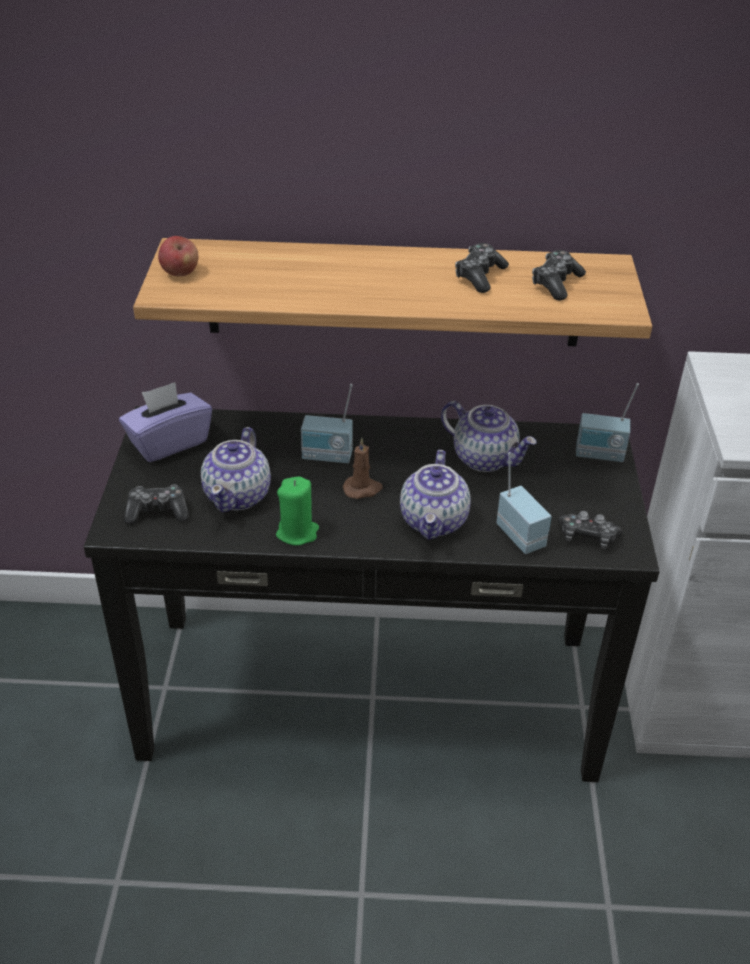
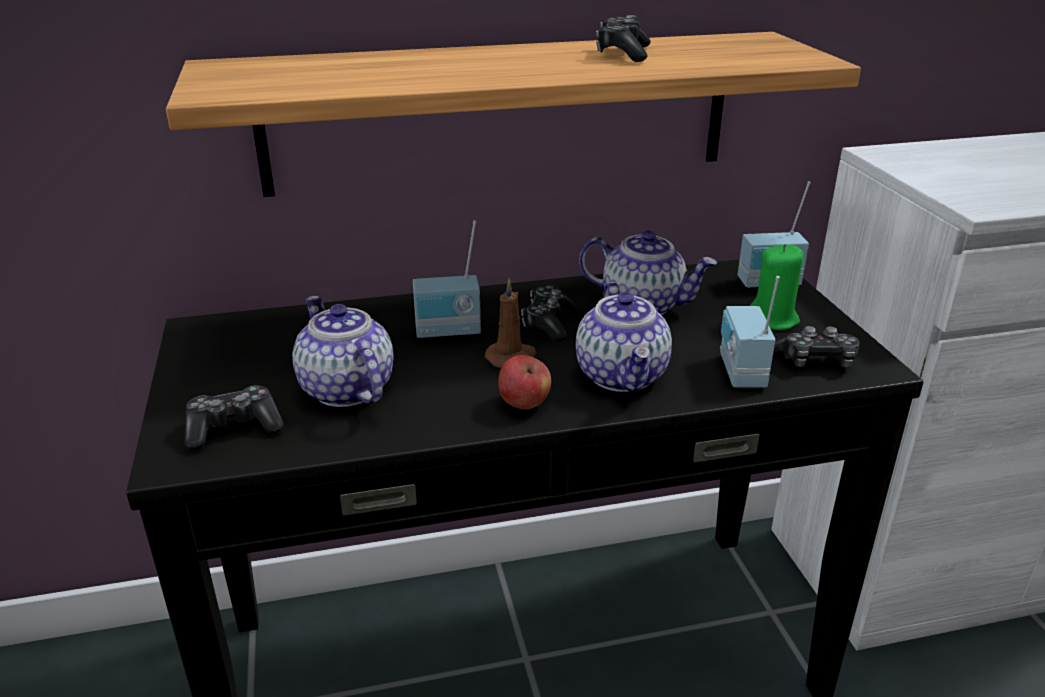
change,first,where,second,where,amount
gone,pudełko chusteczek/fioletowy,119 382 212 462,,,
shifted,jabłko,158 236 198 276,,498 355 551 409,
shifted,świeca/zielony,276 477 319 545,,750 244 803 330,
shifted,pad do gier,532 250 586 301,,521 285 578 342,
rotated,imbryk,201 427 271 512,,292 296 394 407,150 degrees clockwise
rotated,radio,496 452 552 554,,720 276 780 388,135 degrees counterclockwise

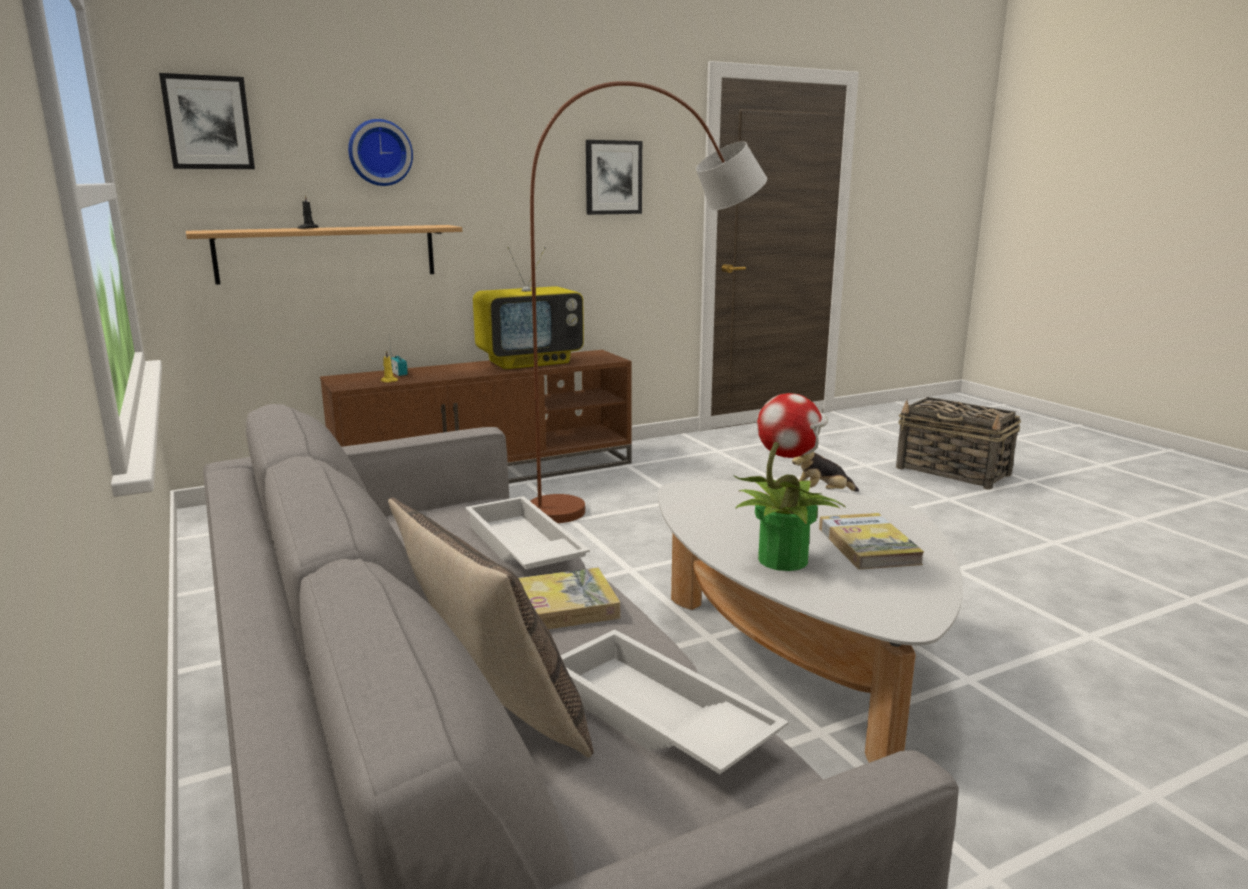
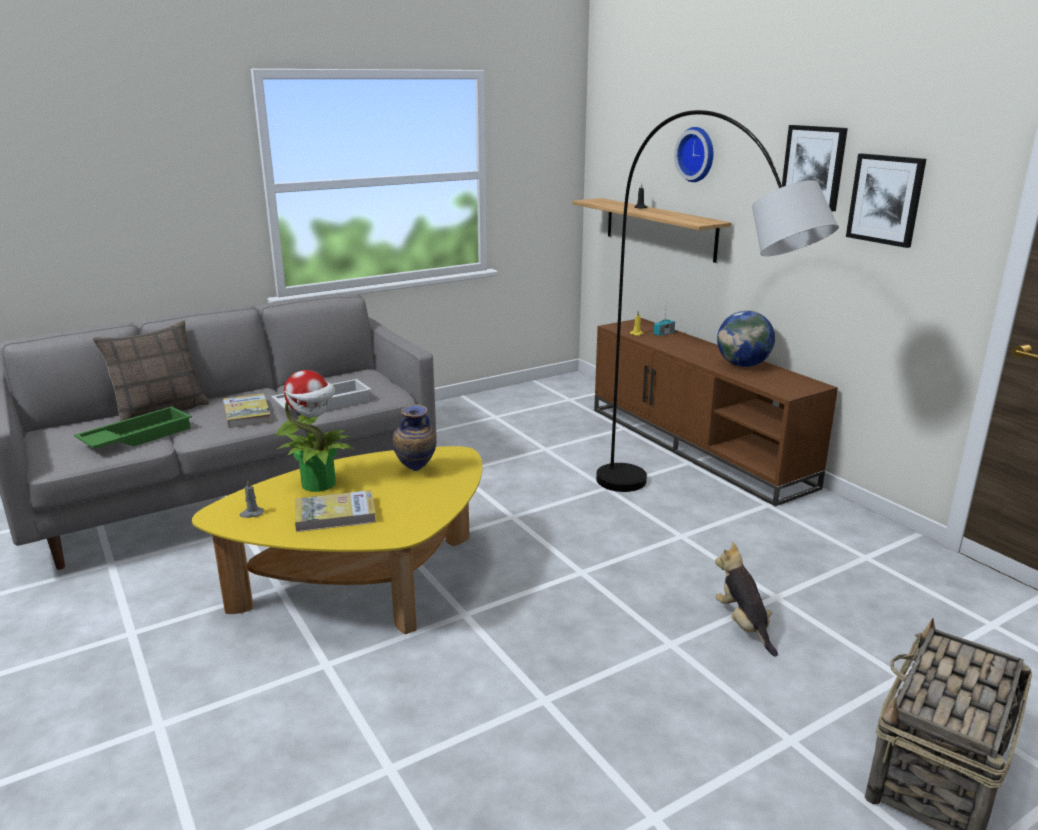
change,first,where,second,where,amount
new,,,świeca/szary,239 481 264 518,
new,,,wazon,393 404 436 471,
shifted,obraz,159 73 255 169,,782 125 848 211,
swapped,telewizor,473 247 584 369,globus,717 311 775 367,
repainted,lampa stojąca/brązowy,530 81 767 523,lampa stojąca/szary,596 110 839 492,
repainted,taca/biały,560 629 788 774,taca/zielony,74 406 192 449,
repainted,ława/biały,658 480 963 763,ława/żółty,192 446 482 634,

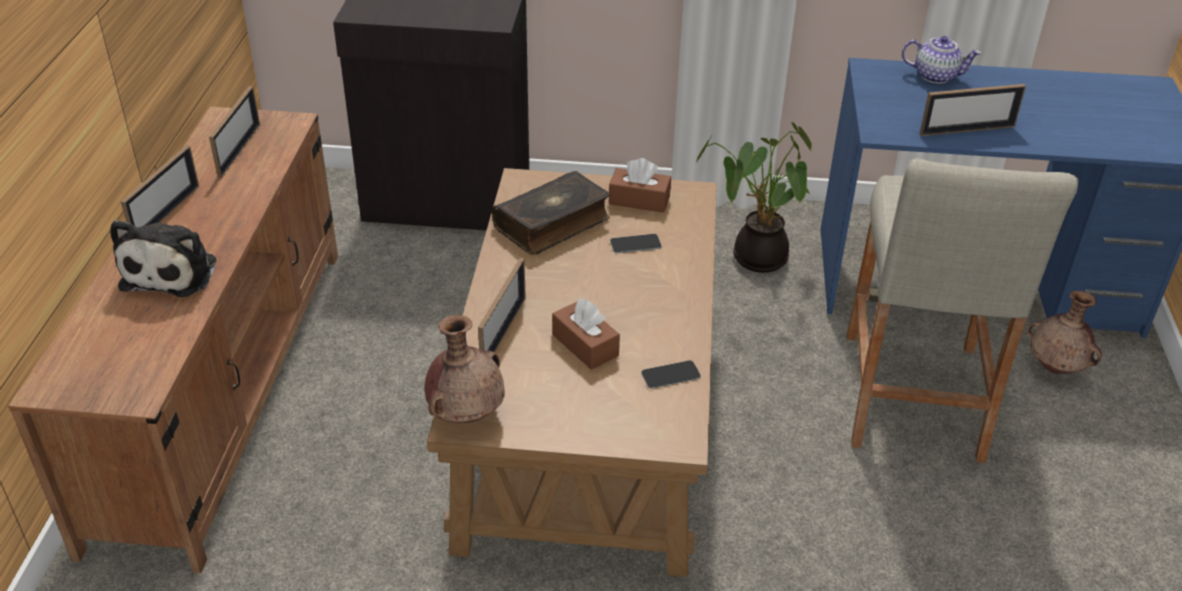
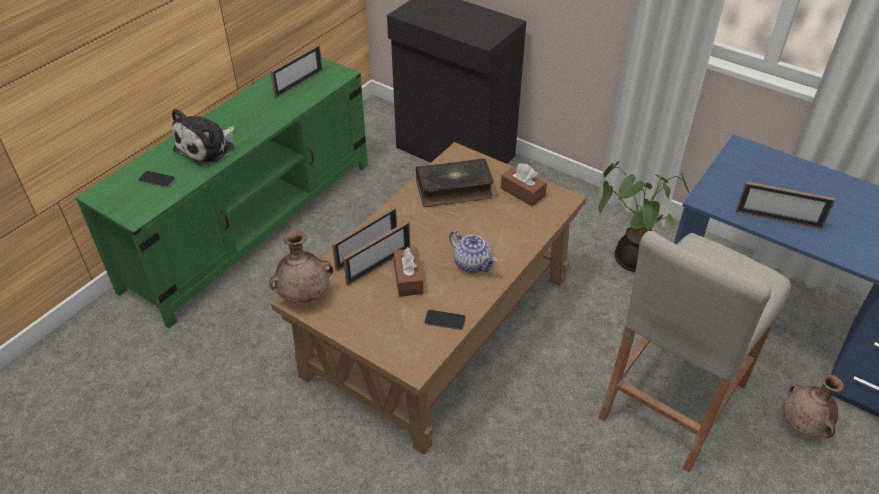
change,first,where,second,where,amount
shifted,ramka na zdjęcie,121 145 199 228,,343 221 410 286,
shifted,telefon,610 234 662 253,,138 171 176 188,
shifted,imbryk,902 36 981 84,,449 230 497 273,
repainted,szafka pod telewizor/brązowy,8 107 338 573,szafka pod telewizor/zielony,75 57 368 328,

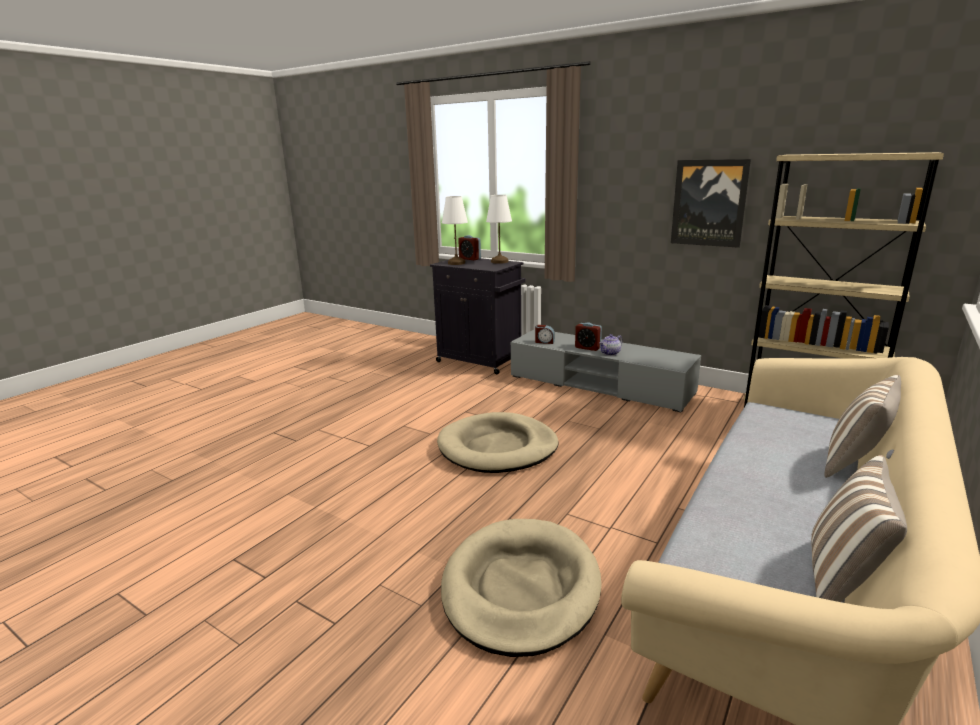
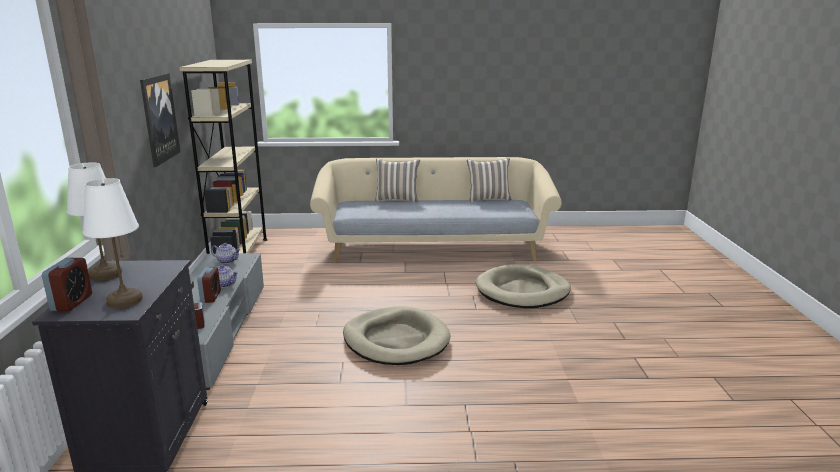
change,first,where,second,where,amount
new,,,imbryk,211 243 241 264,

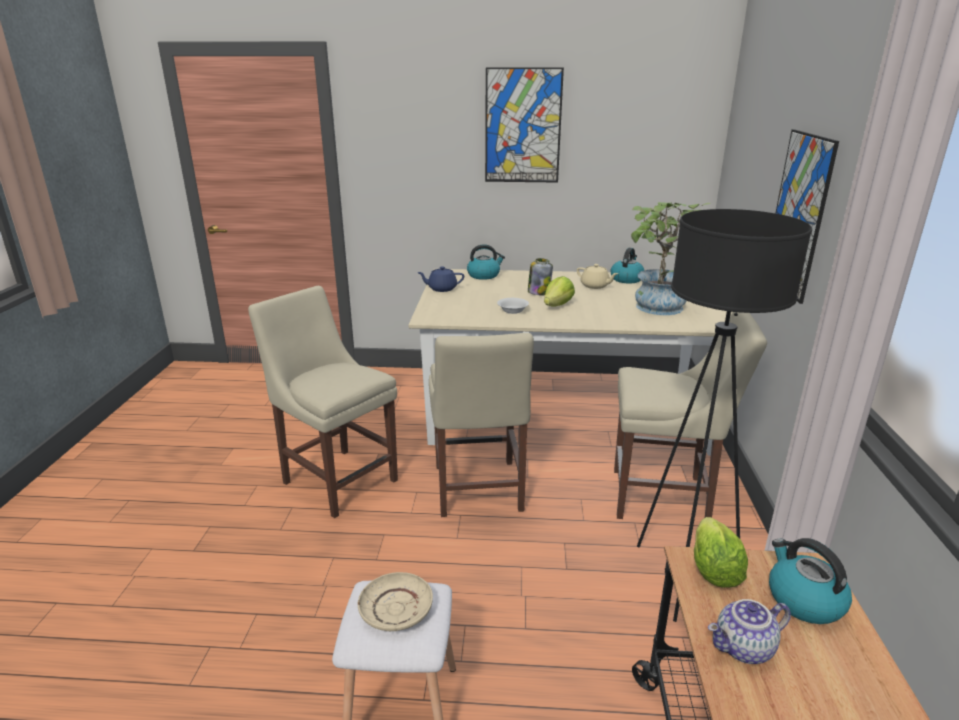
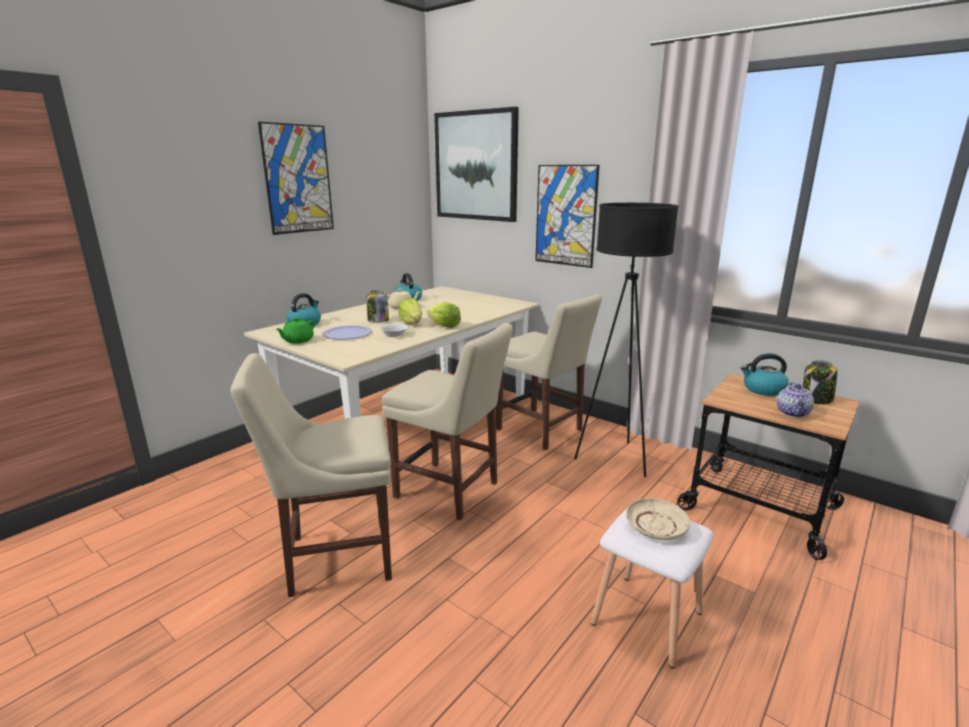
change,first,where,second,where,amount
gone,roślina doniczkowa,631 202 711 315,,,
new,,,talerz,323 325 372 340,
new,,,obraz,434 107 519 222,
new,,,słoik,803 360 838 404,
shifted,sałata,694 517 748 588,,427 302 461 328,
repainted,imbryk/niebieski,417 266 464 292,imbryk/zielony,276 318 315 344,
rotated,krzesło/beżowy,614 312 767 519,,496 294 602 450,90 degrees clockwise

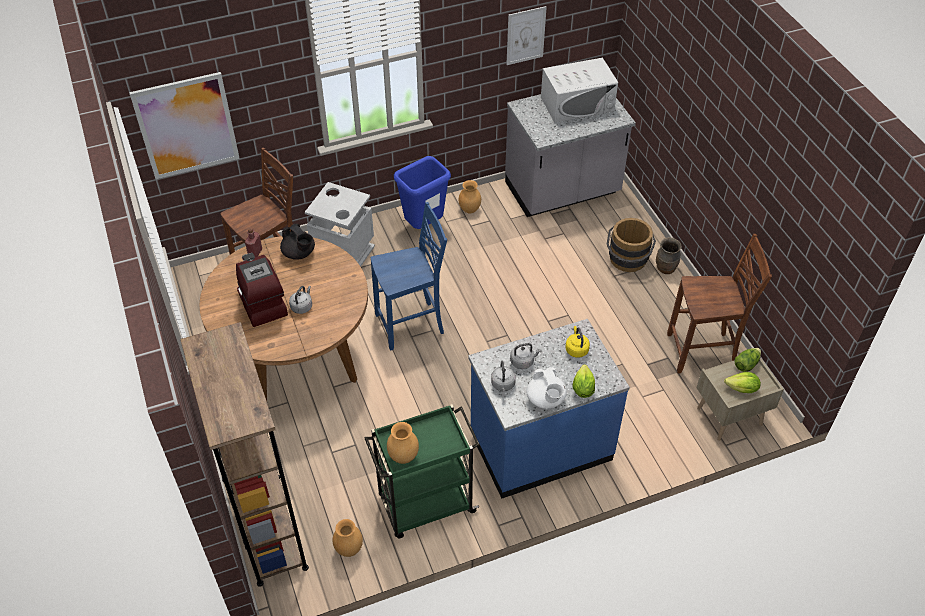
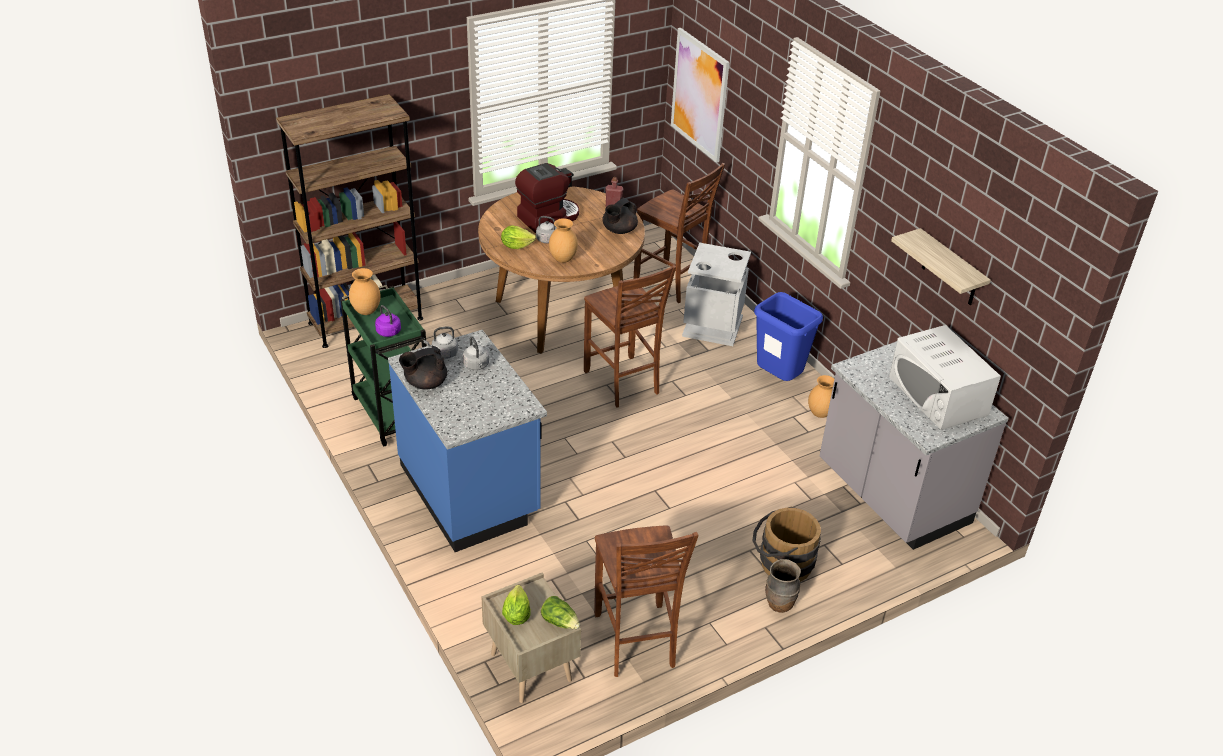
change,first,where,second,where,amount
gone,czajnik/żółty,565 326 590 358,,,
new,,,czajnik/fioletowy,375 305 401 337,
shifted,wazon/brązowy,333 519 363 557,,549 218 578 263,
shifted,sałata,572 364 595 398,,501 226 536 249,
swapped,obraz,506 6 547 65,półka,891 228 991 305,
repainted,krzesło/niebieski,371 202 447 351,krzesło/brązowy,584 265 676 408,
repainted,imbryk/biały,527 367 567 409,imbryk/czarny,399 346 447 389,

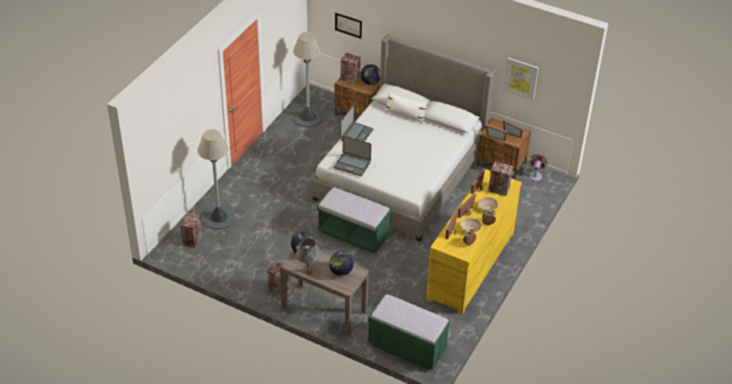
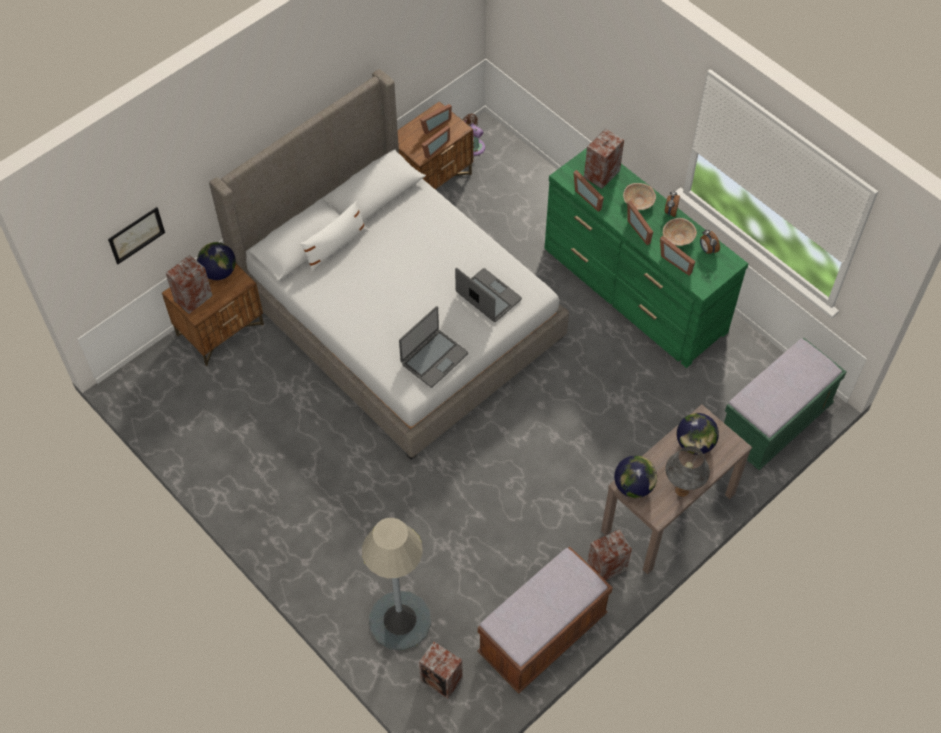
change,first,where,second,where,amount
gone,lampa stojąca/szary,293 32 323 128,,,
gone,ławka/zielony,317 186 392 253,,,
gone,obraz,503 58 539 100,,,
new,,,ławka/brązowy,477 546 613 693,
shifted,laptop,340 105 373 142,,455 268 522 322,
repainted,komoda/żółty,427 169 522 314,komoda/zielony,545 148 748 368,

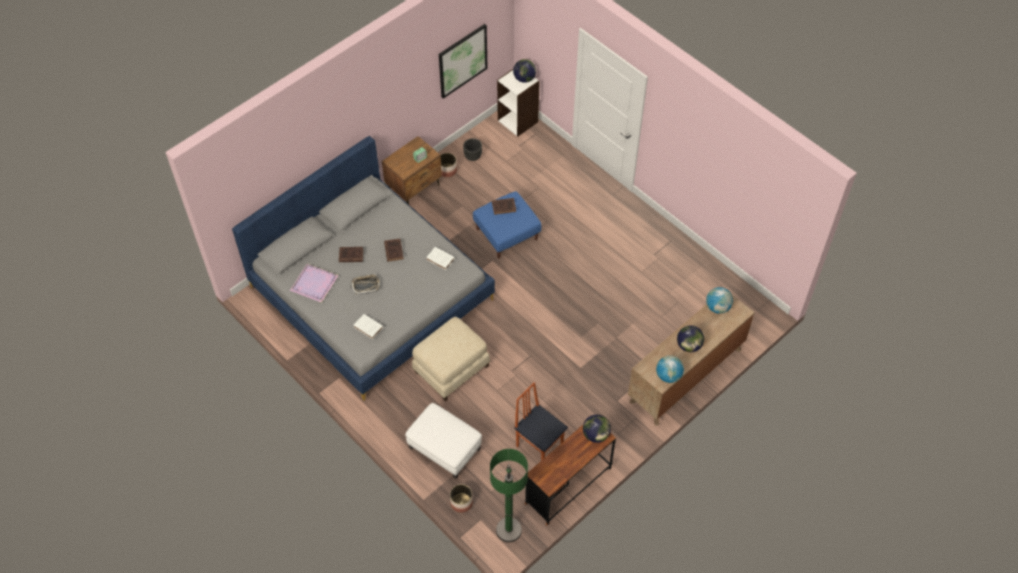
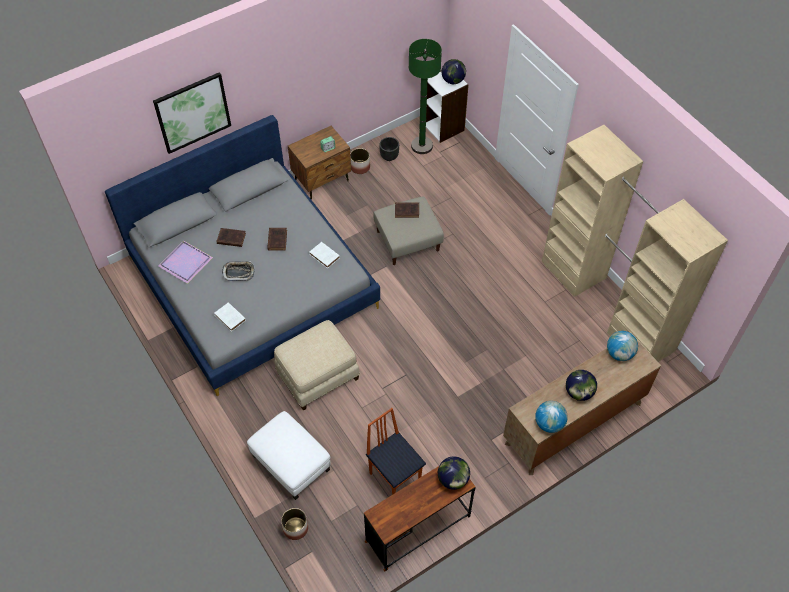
change,first,where,second,where,amount
new,,,szafa/beżowy,542 125 728 362,
shifted,obraz,439 24 488 99,,153 72 231 154,
shifted,lampa stojąca/zielony,490 449 528 542,,409 39 442 154,
repainted,pufa/niebieski,473 191 541 259,pufa/beżowy,373 197 444 265,

